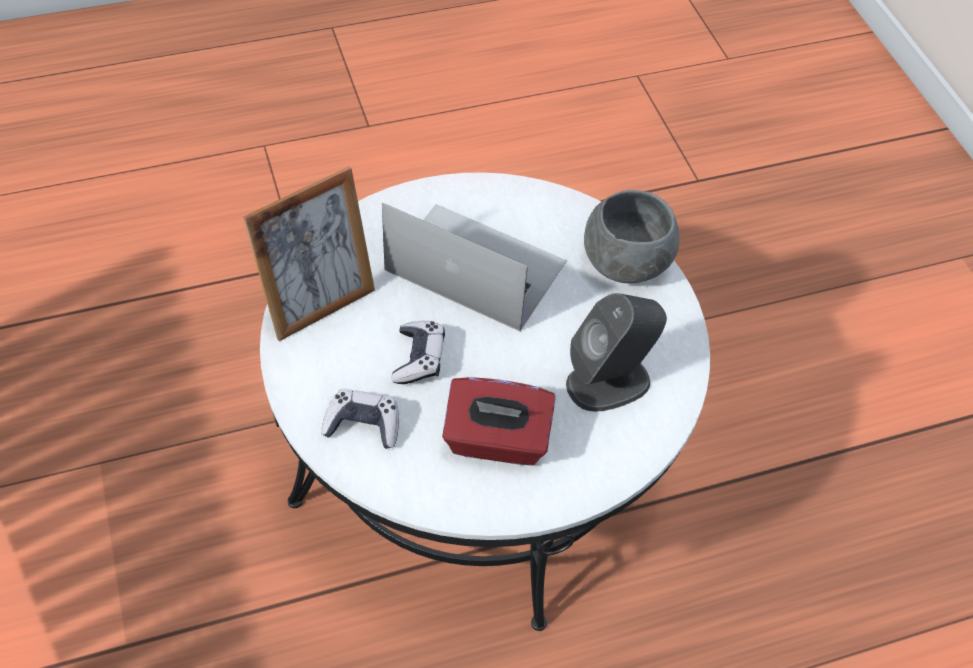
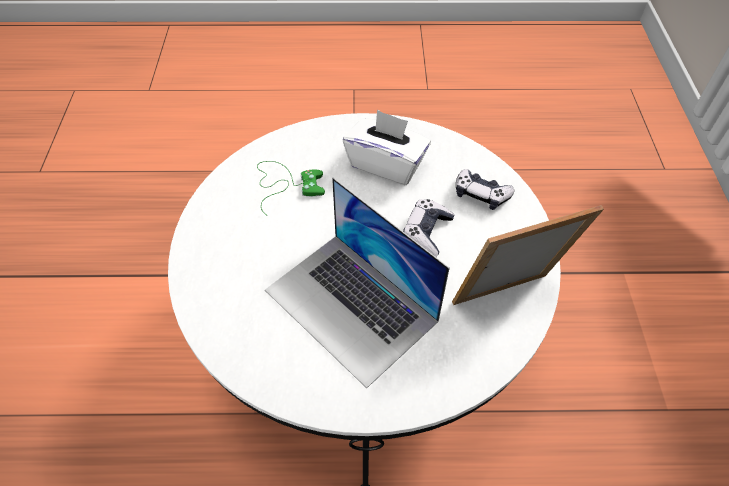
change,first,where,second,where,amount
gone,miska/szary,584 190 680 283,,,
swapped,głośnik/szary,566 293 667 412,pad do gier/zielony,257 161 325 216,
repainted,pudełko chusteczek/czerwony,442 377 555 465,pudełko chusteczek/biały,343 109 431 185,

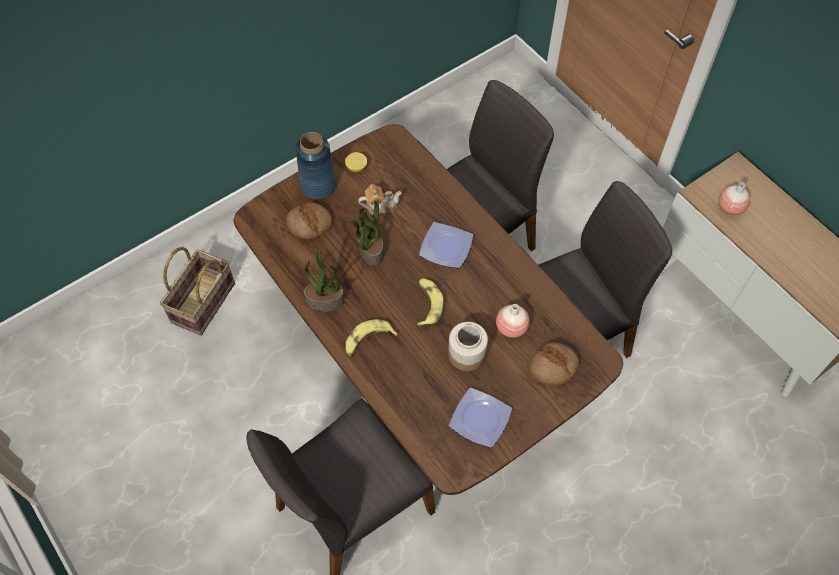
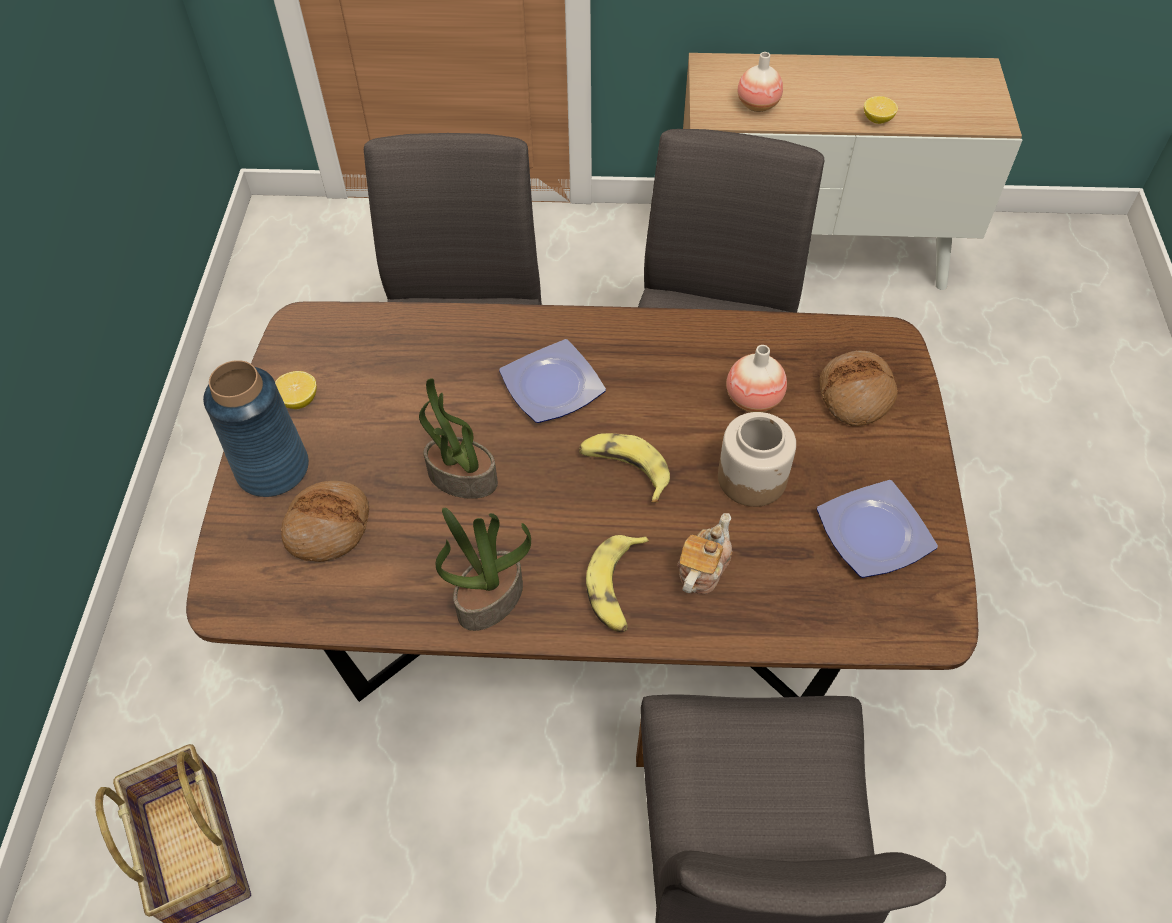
change,first,where,second,where,amount
new,,,cytryna,864 96 898 124,
shifted,imbryk,358 184 401 214,,677 513 732 594,

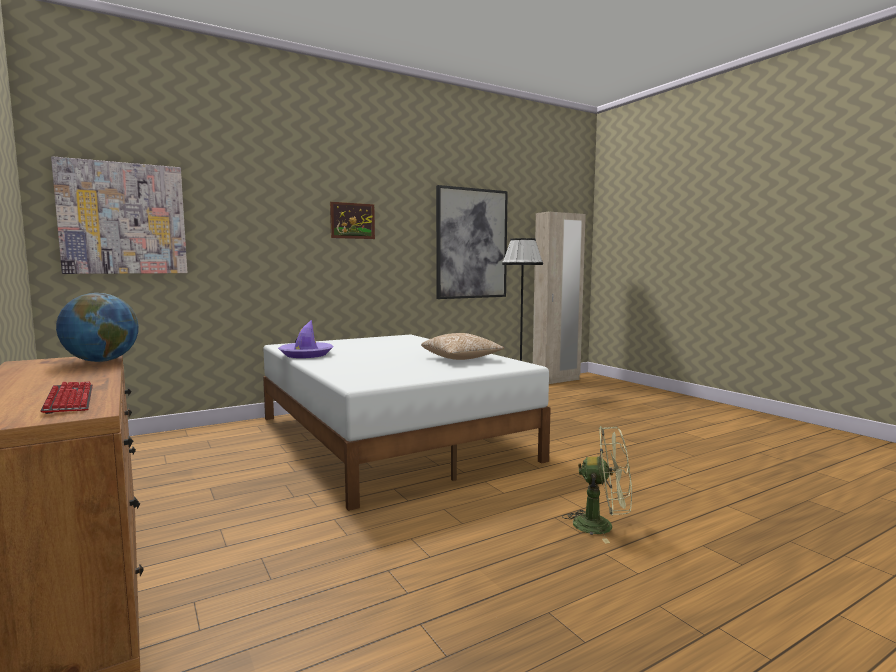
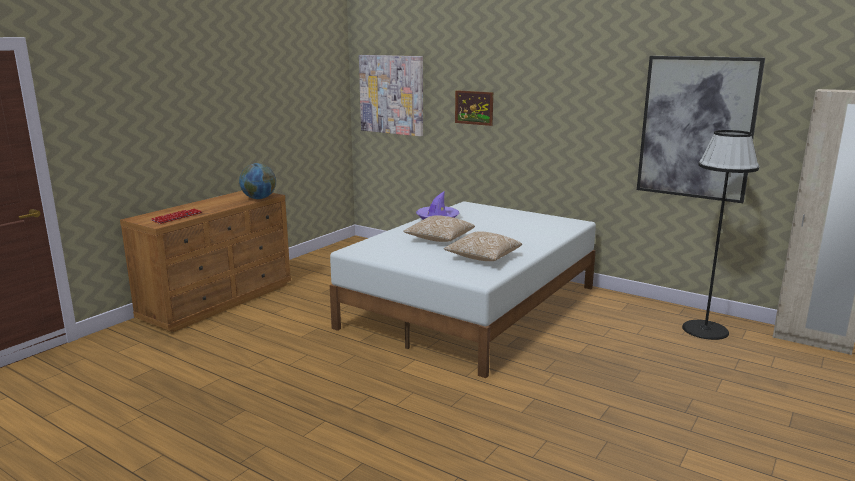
change,first,where,second,where,amount
gone,wentylator/zielony,562 426 632 544,,,
new,,,poduszka,403 215 475 242,
shifted,obraz,330 202 375 239,,455 90 493 126,

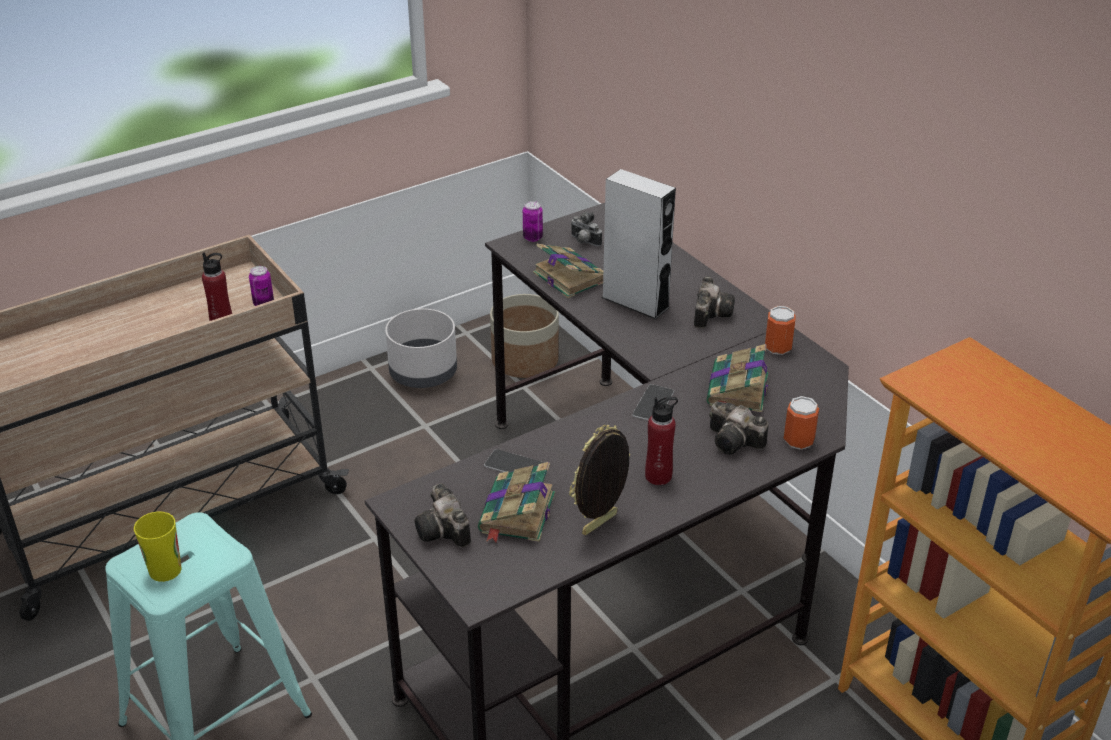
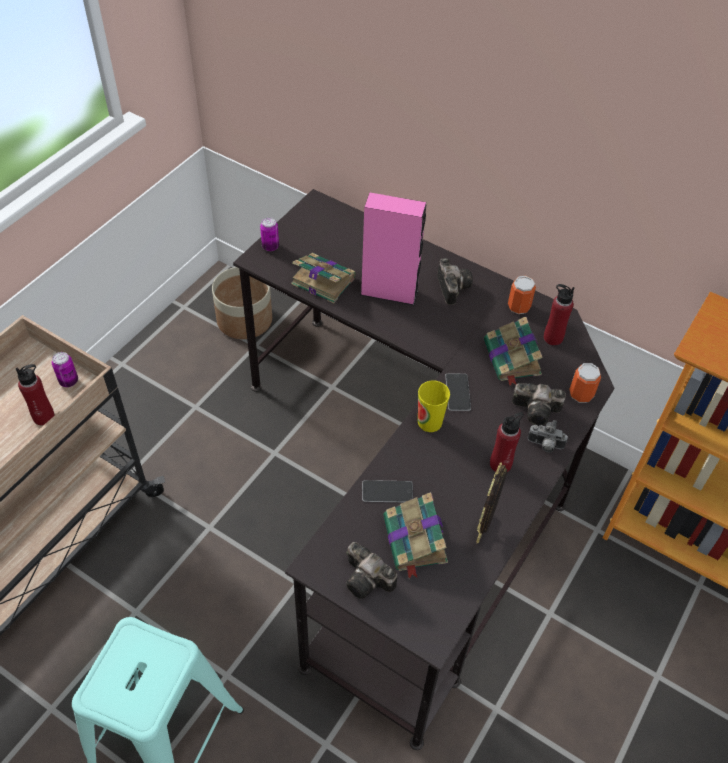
change,first,where,second,where,amount
gone,donica/szary,385 309 457 388,,,
new,,,butelka/czerwony,544 284 575 346,
shifted,filiżanka,134 511 182 582,,418 381 450 432,
shifted,aparat fotograficzny,571 212 602 246,,528 420 568 452,
repainted,głośnik/szary,601 169 676 319,głośnik/różowy,360 193 426 305,

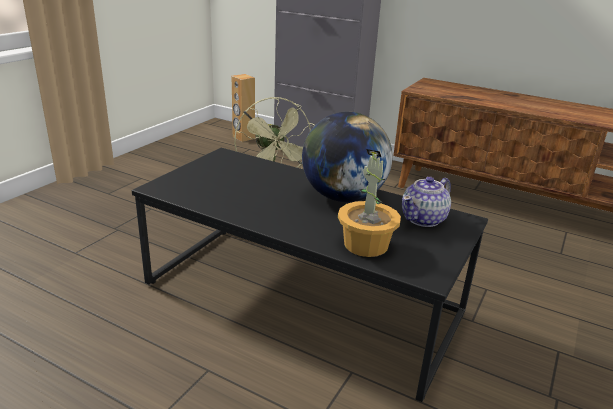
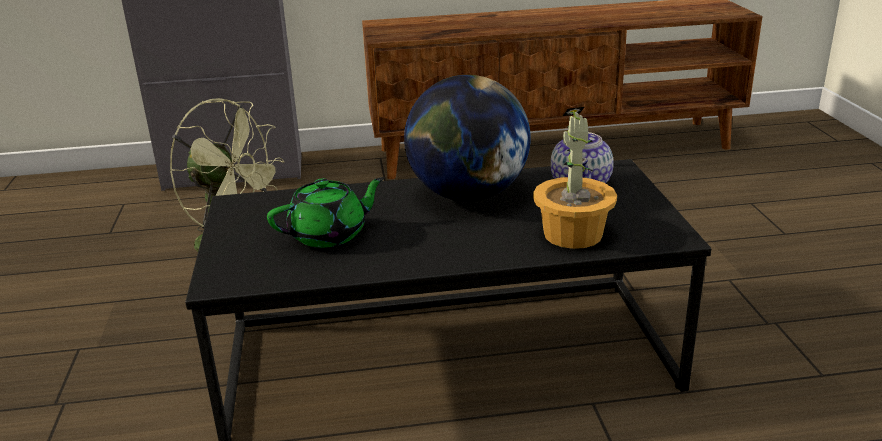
change,first,where,second,where,amount
gone,głośnik/brązowy,232 74 255 142,,,
new,,,imbryk/zielony,267 177 385 248,

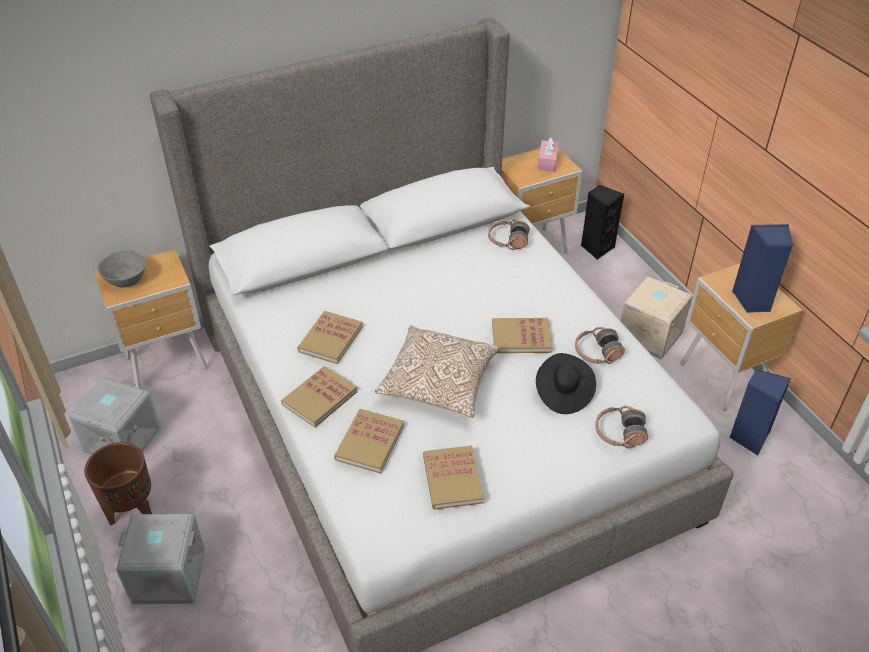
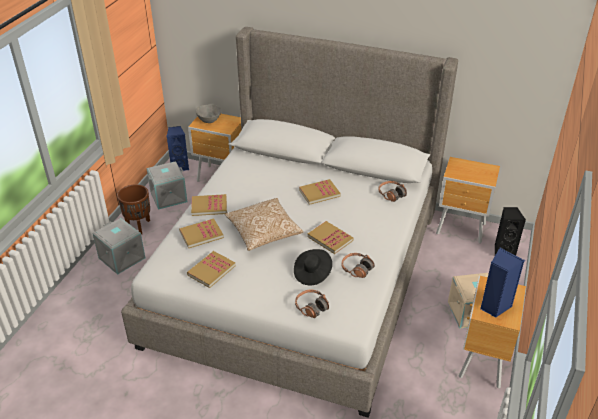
change,first,where,second,where,amount
gone,pudełko chusteczek/różowy,537 137 559 172,,,
shifted,książka,297 311 363 364,,299 179 340 205,
shifted,głośnik/niebieski,729 369 791 456,,167 126 189 171,

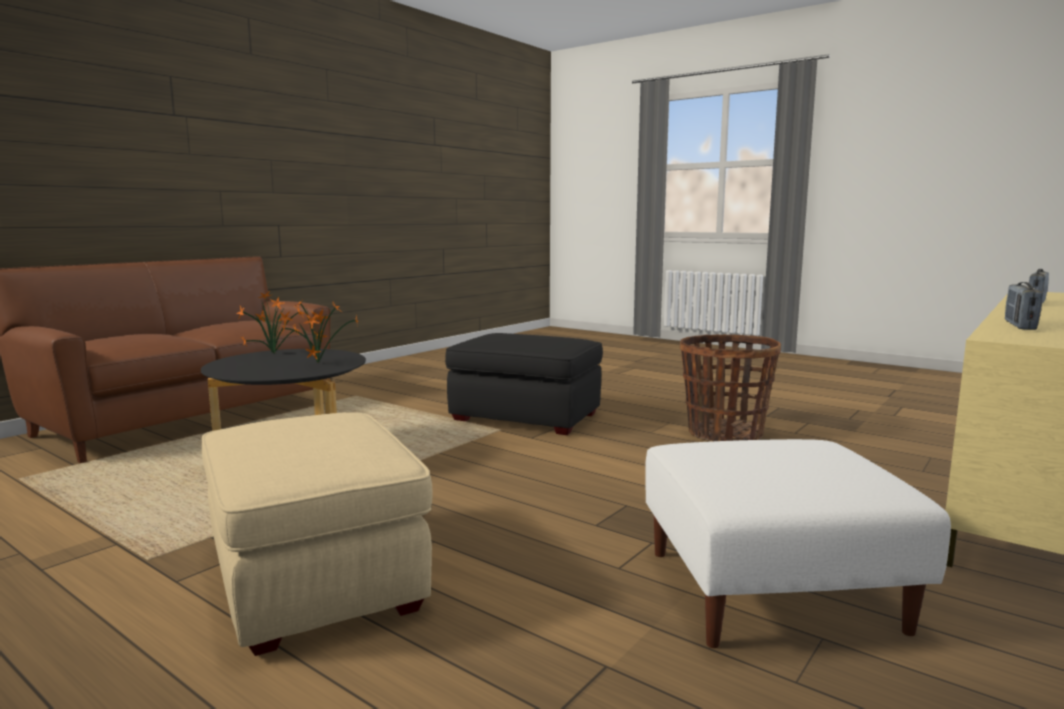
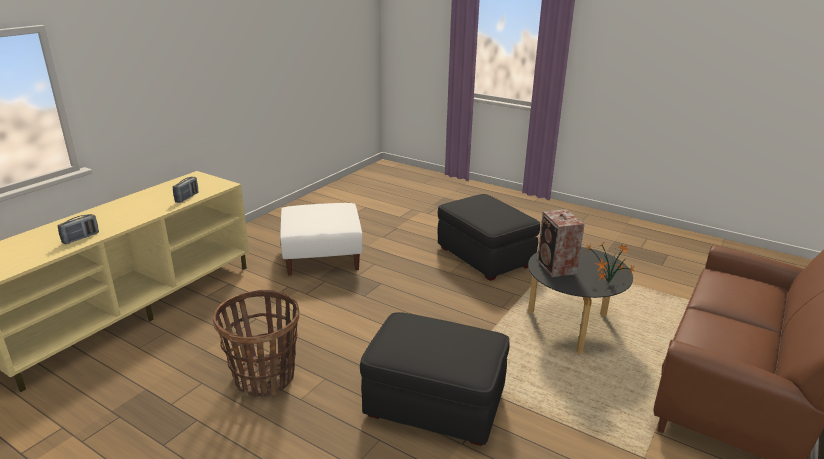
change,first,where,second,where,amount
swapped,roślina doniczkowa,281 299 359 363,głośnik,537 209 585 277,
repainted,pufa/beżowy,202 412 433 656,pufa/czarny,438 194 540 281,

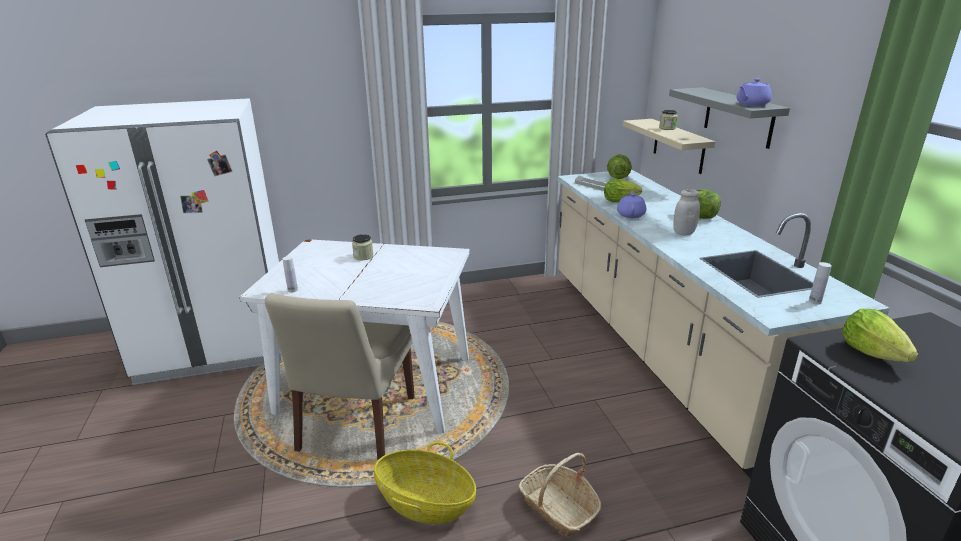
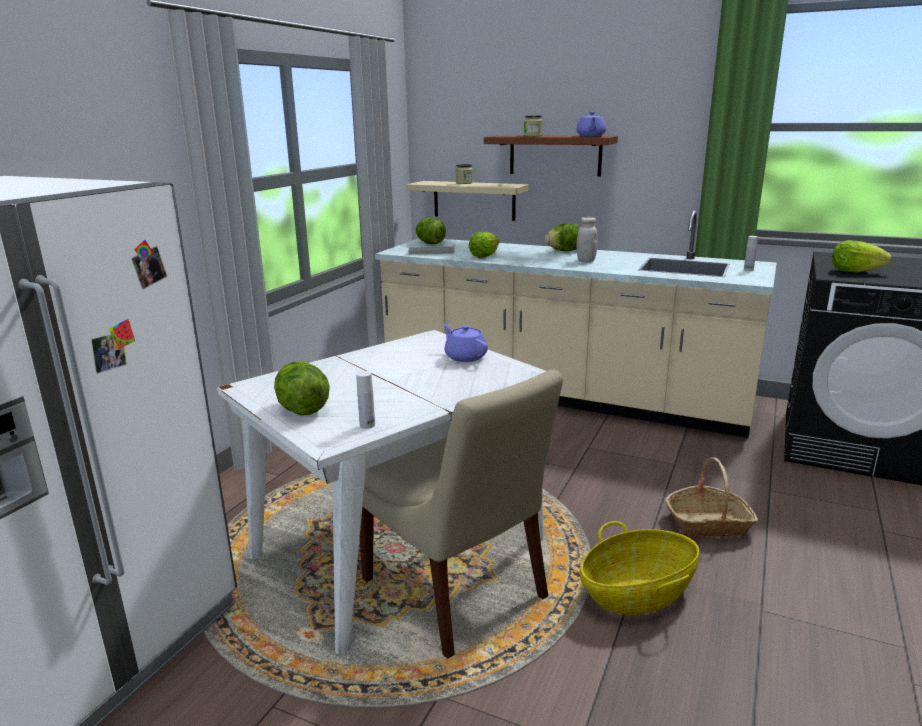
change,first,where,second,where,amount
new,,,sałata,274 361 330 416,
shifted,słoik,352 234 373 260,,524 115 543 137,
shifted,imbryk/fioletowy,617 191 646 218,,443 324 488 362,
repainted,półka/szary,669 87 790 149,półka/brązowy,484 135 618 177,

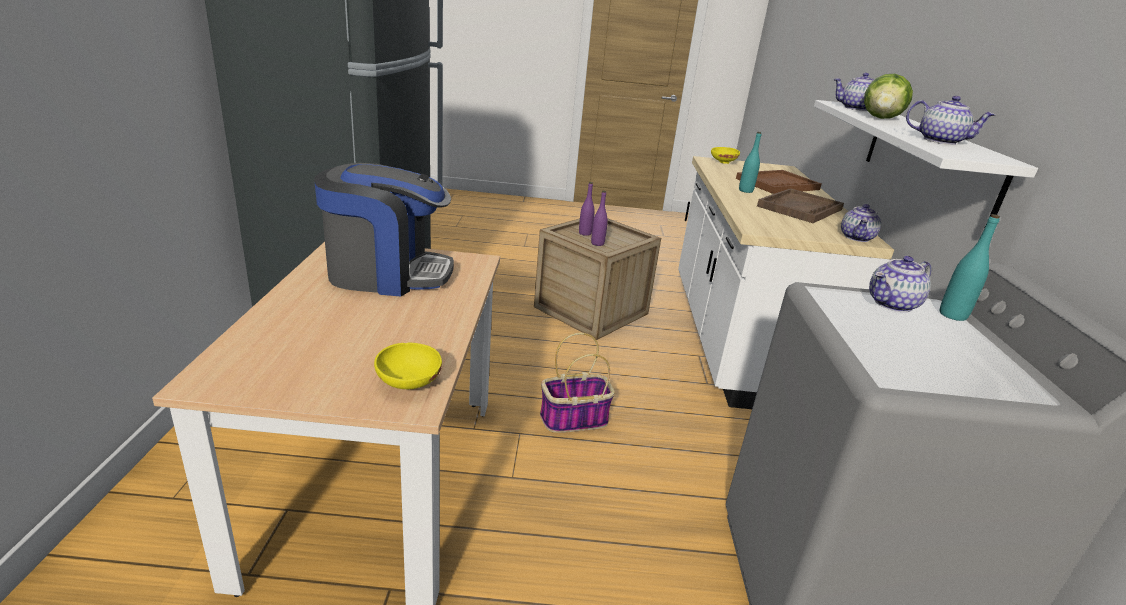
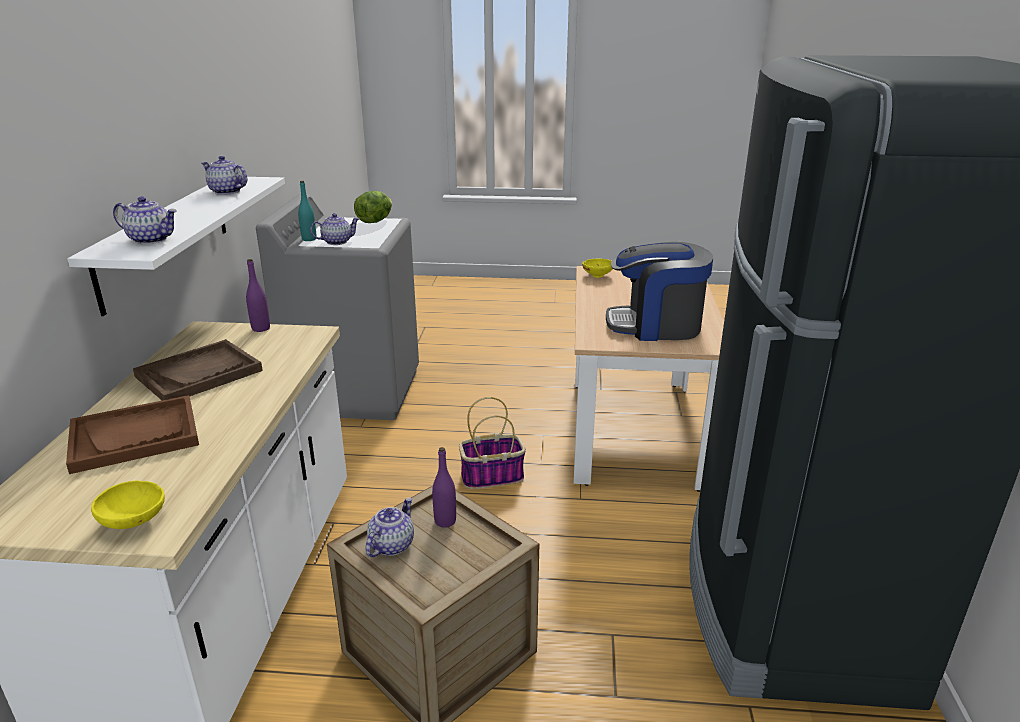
change,first,where,second,where,amount
gone,butelka/turkusowy,739 132 761 193,,,
shifted,butelka/fioletowy,579 182 595 236,,246 259 270 332,
shifted,imbryk,841 204 881 242,,365 498 414 557,
shifted,sałata,864 74 913 119,,354 191 392 223,

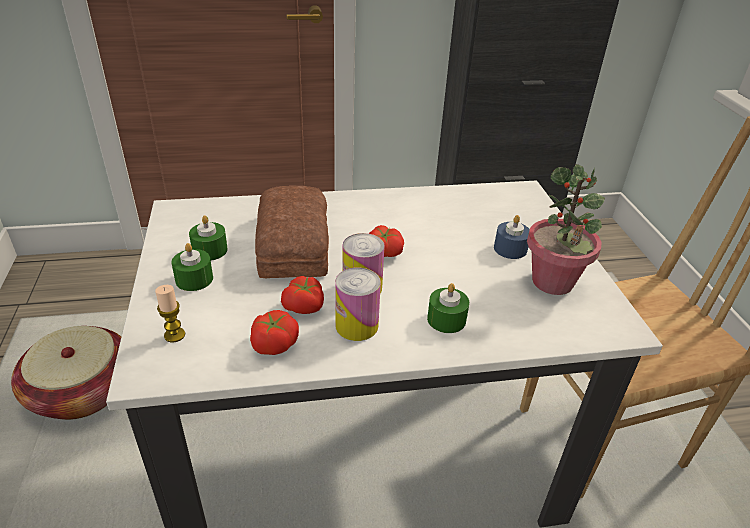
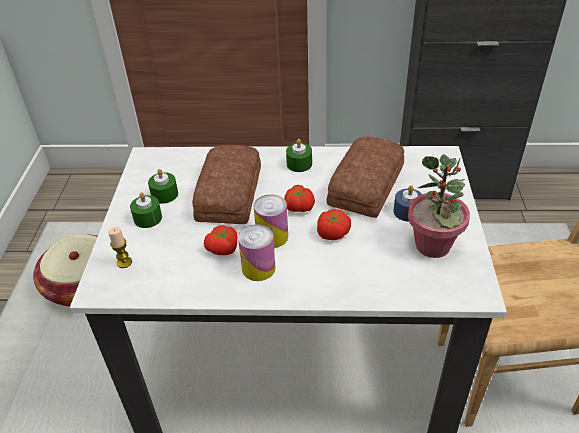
change,first,where,second,where,amount
new,,,chleb,327 136 404 218,
shifted,pomidor,250 310 299 355,,317 209 351 240,
shifted,świeca/zielony,427 283 469 333,,286 139 312 172,

